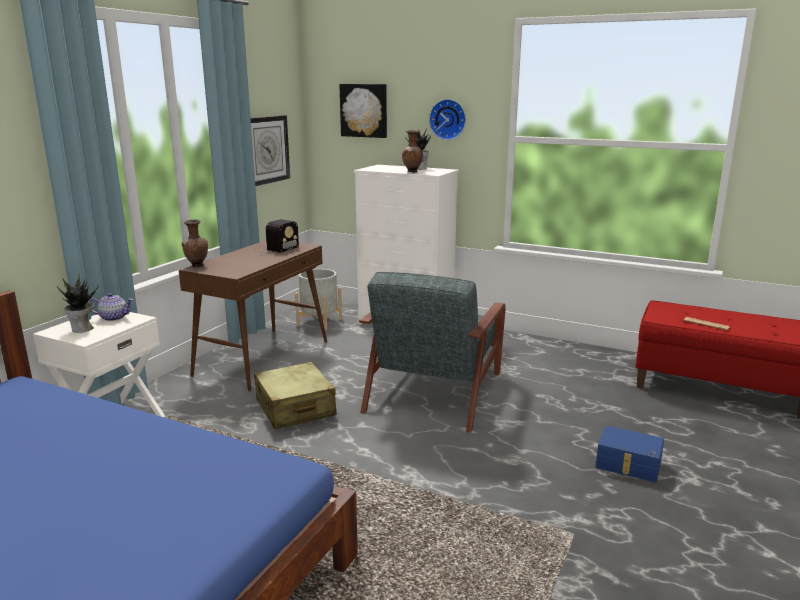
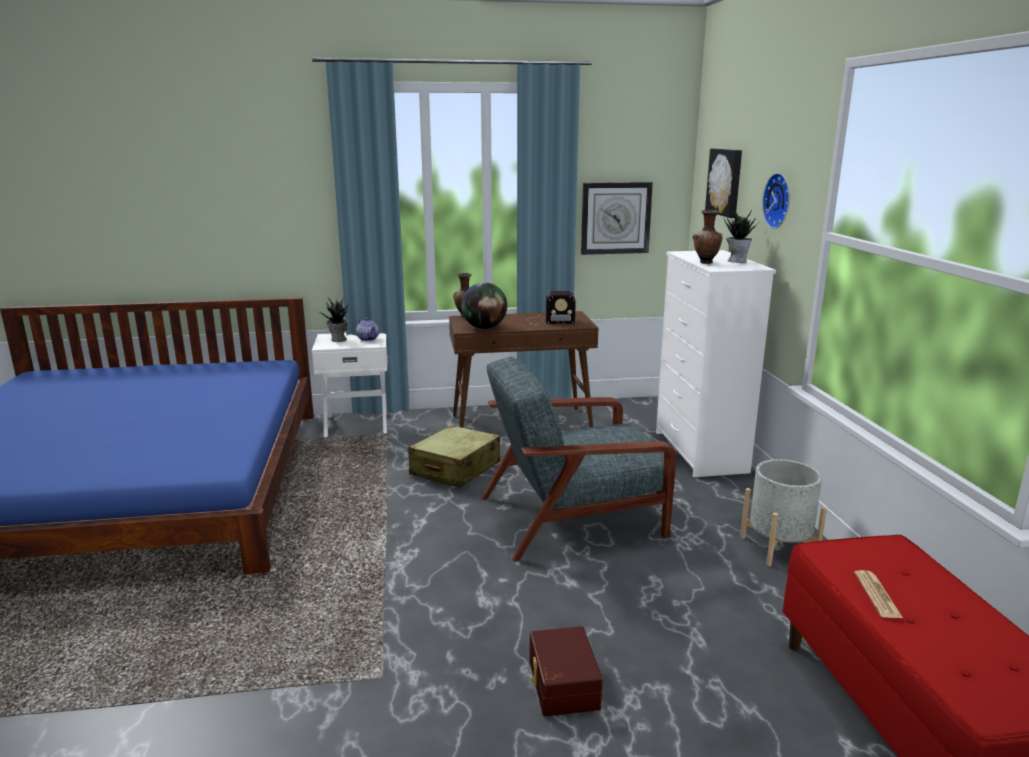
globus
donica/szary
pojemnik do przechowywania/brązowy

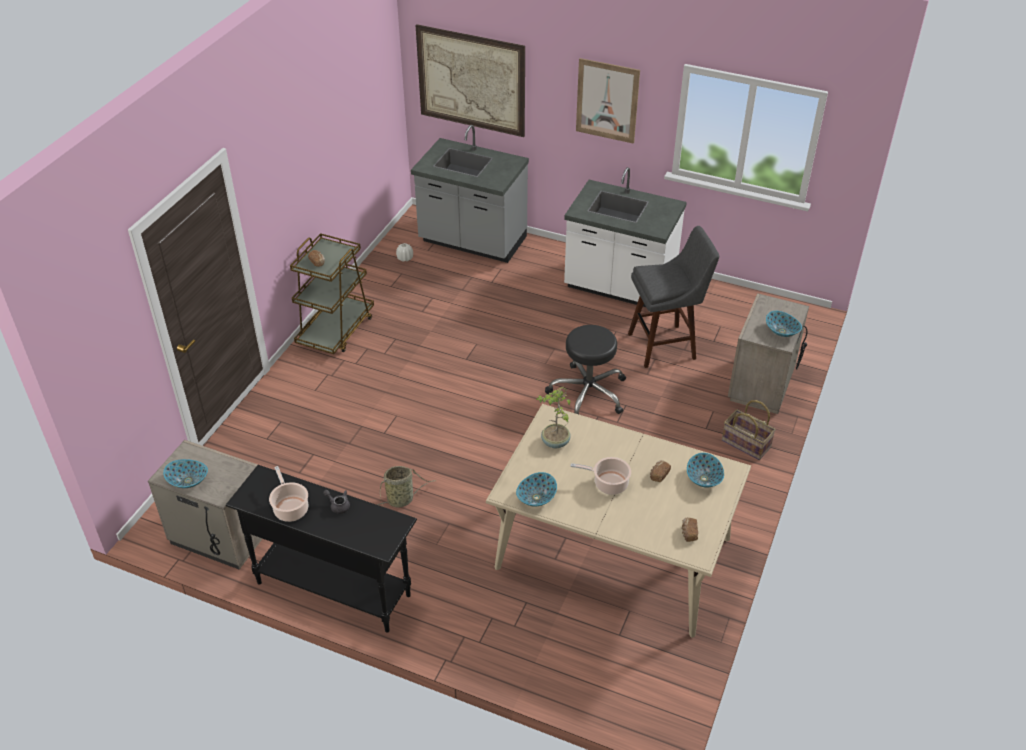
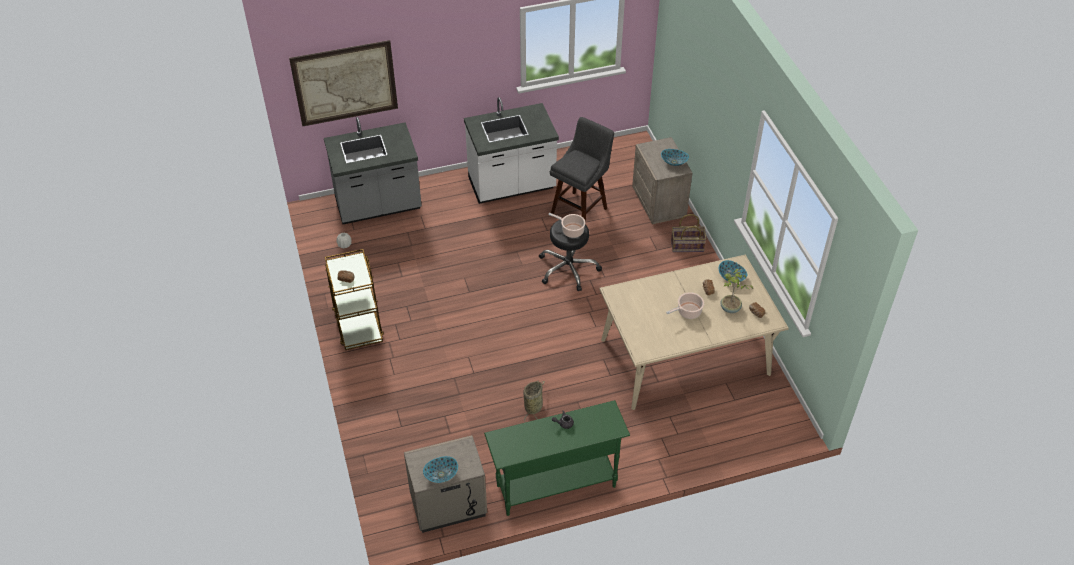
miska (2nd from left in the first image)
obraz (2nd from left in the first image)
garnek (1st from left)
roślina doniczkowa
stolik konsolowy/zielony

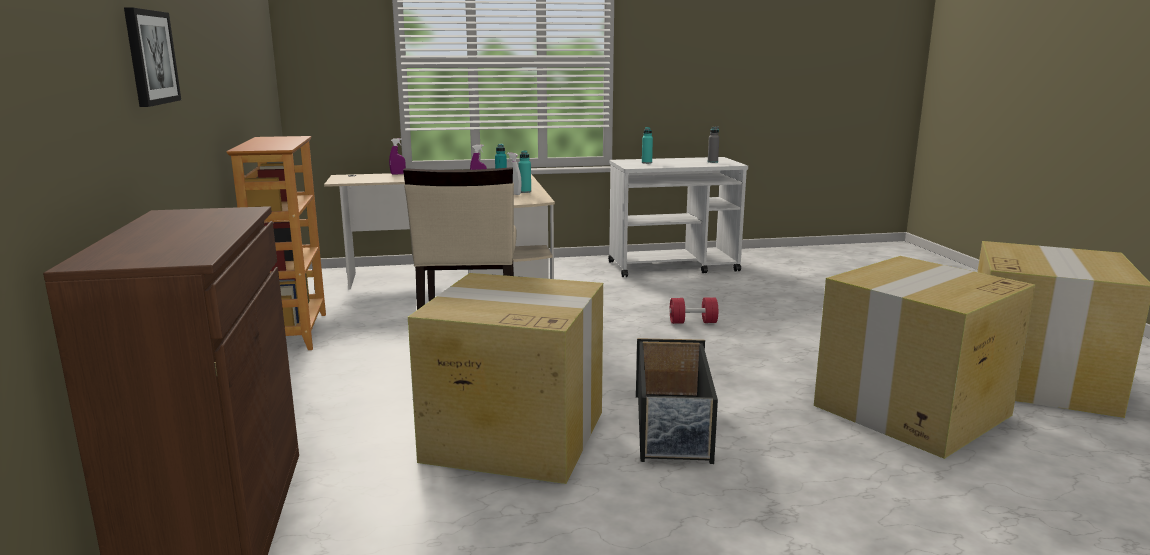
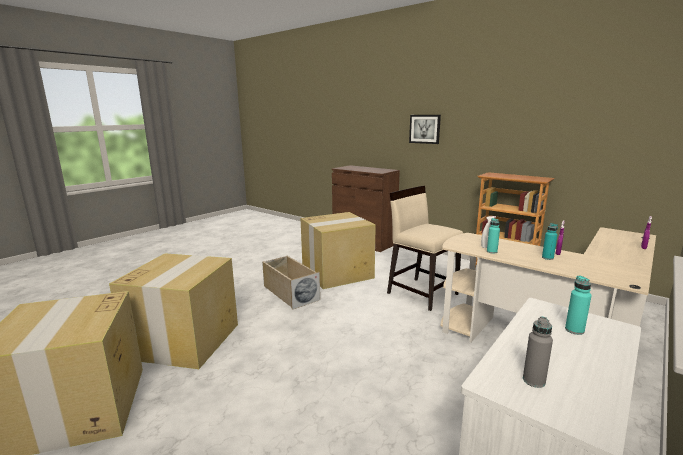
hantel/czerwony
pojemnik do przechowywania/beżowy

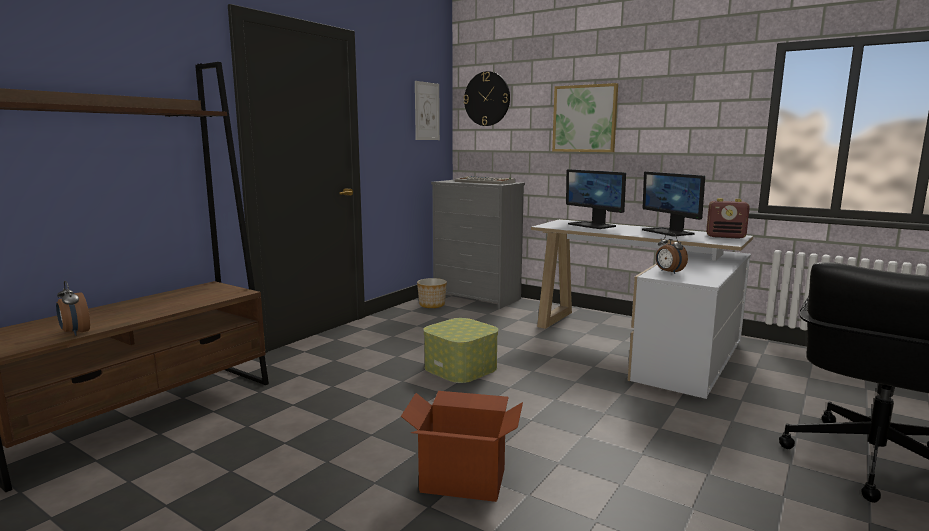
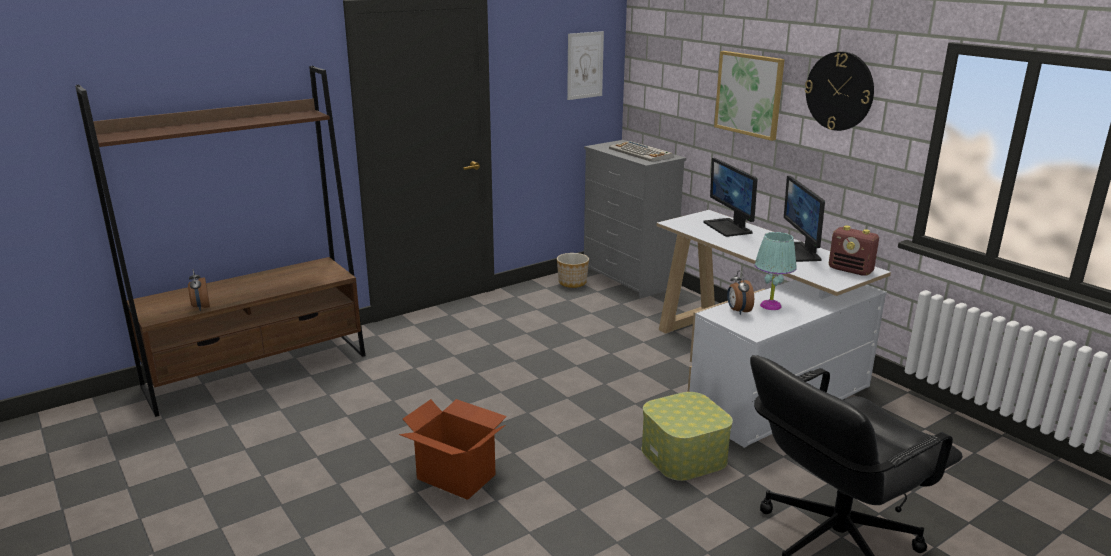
lampa stołowa/turkusowy
pojemnik do przechowywania
zegar ścienny

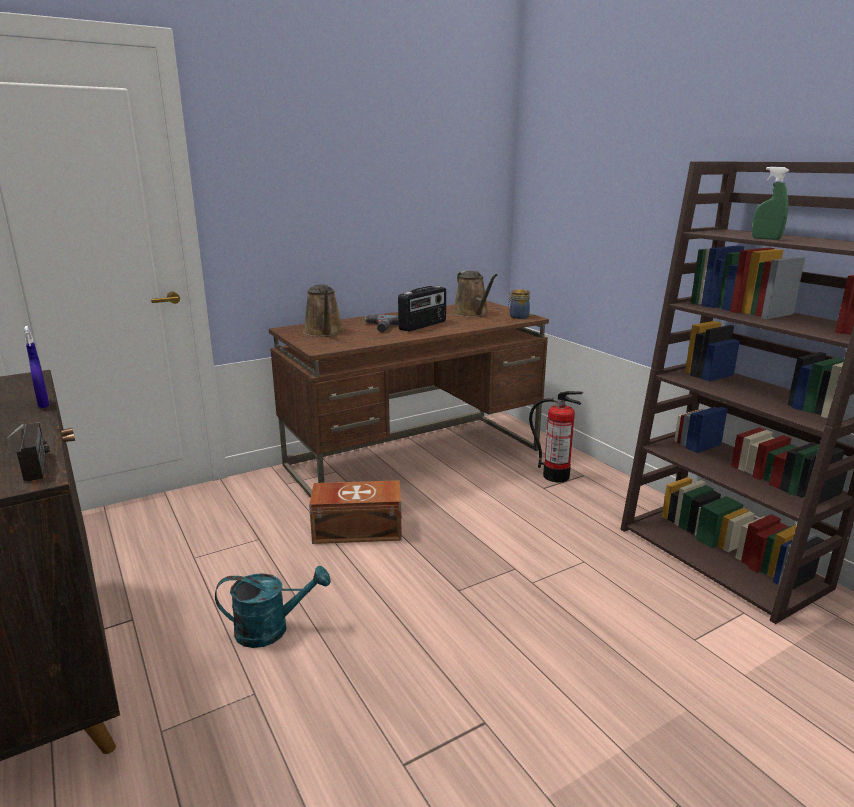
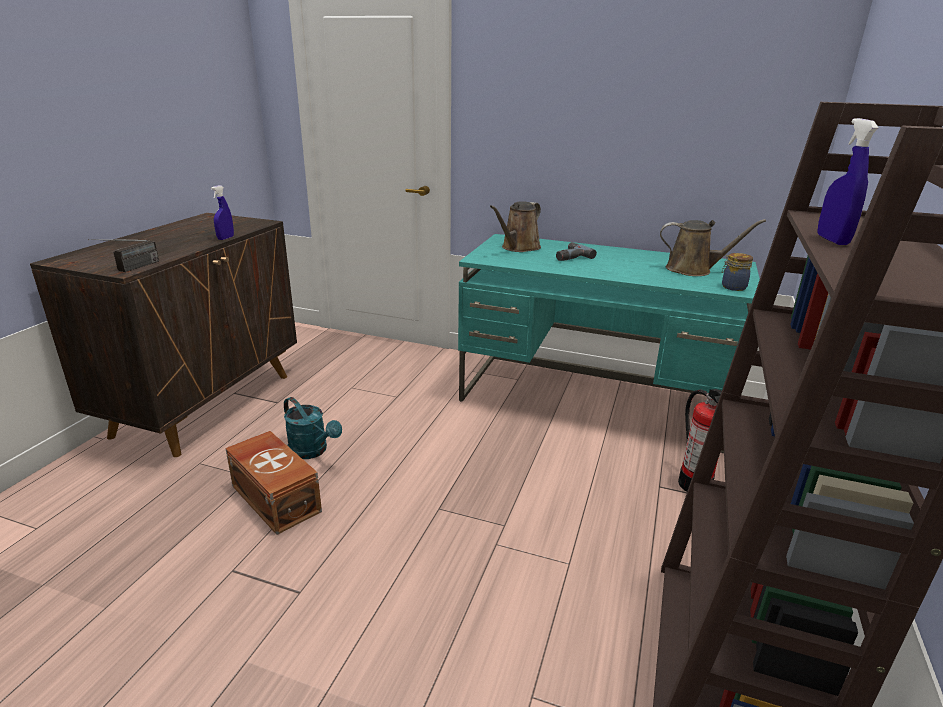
radio (2nd from left in the first image)
pojemnik do przechowywania/brązowy
biurko/turkusowy
spryskiwacz/niebieski (2nd from left)
konewka/brązowy (2nd from left)

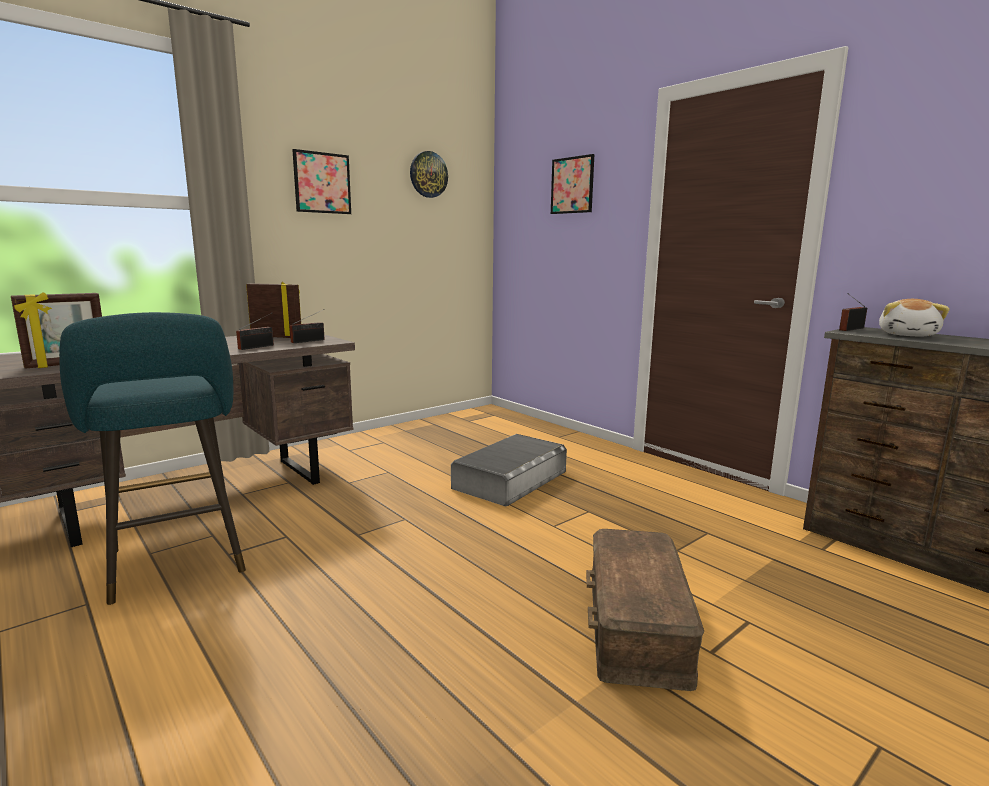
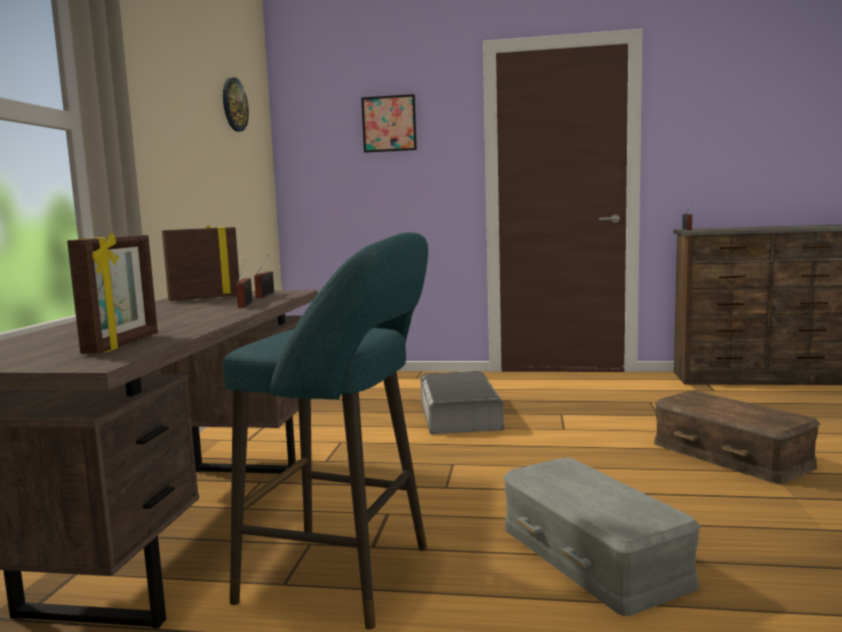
obraz (1st from left in the first image)
pluszak
pojemnik do przechowywania/szary (2nd from left)

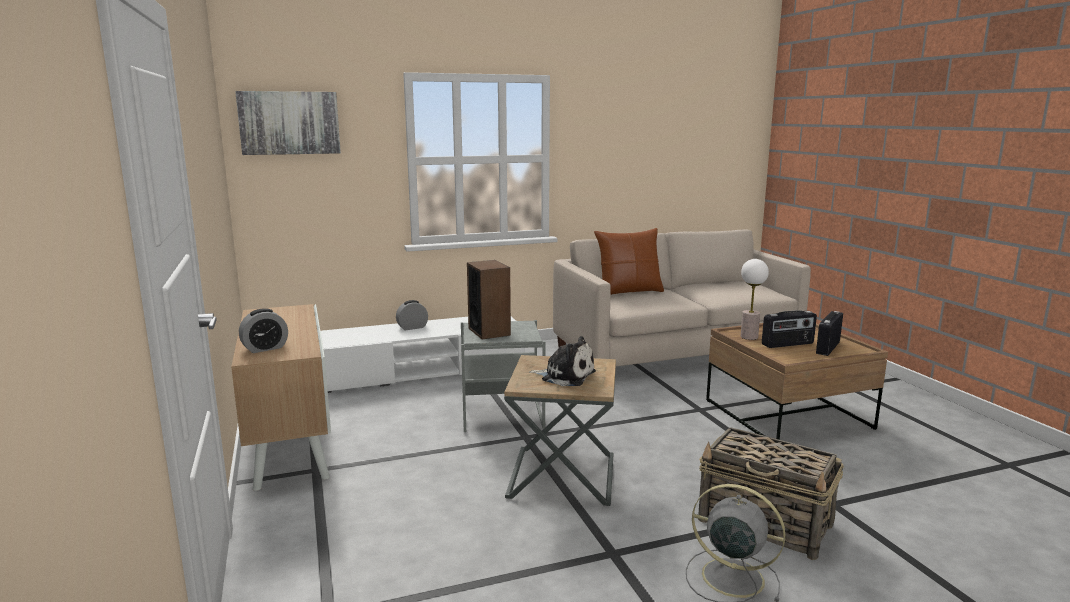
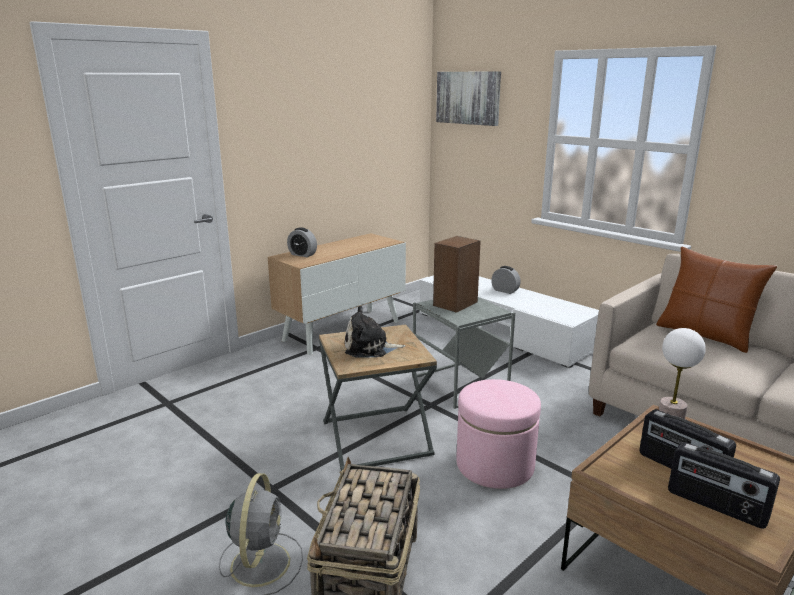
pufa/różowy
pluszak
radio (2nd from left)

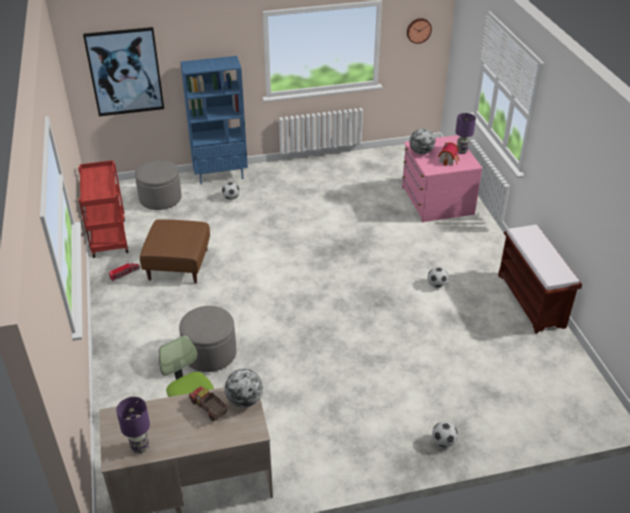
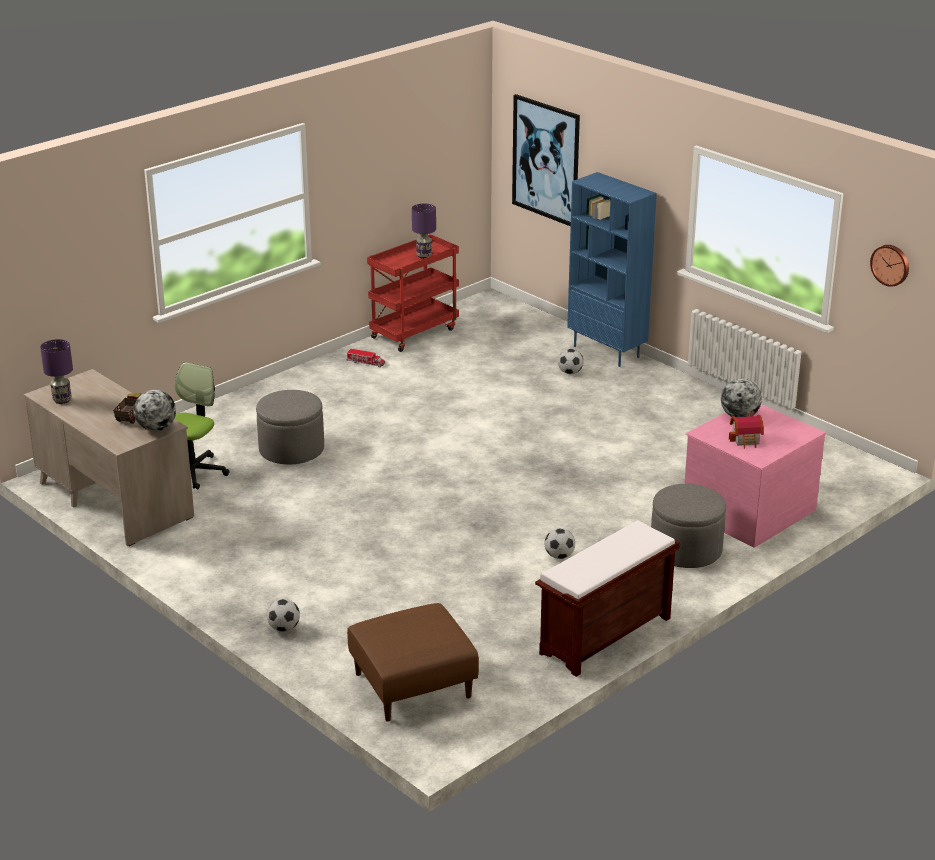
pufa/szary (2nd from left)
pufa/brązowy
lampa stołowa/fioletowy (2nd from left)

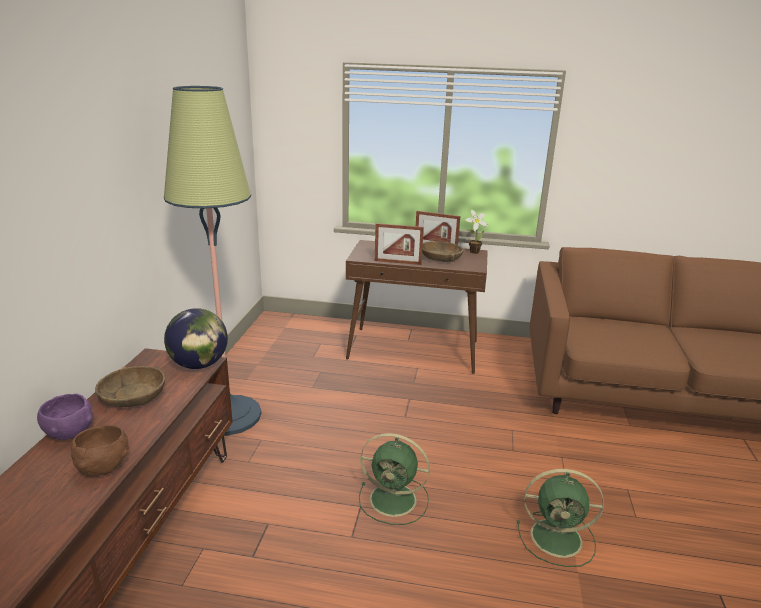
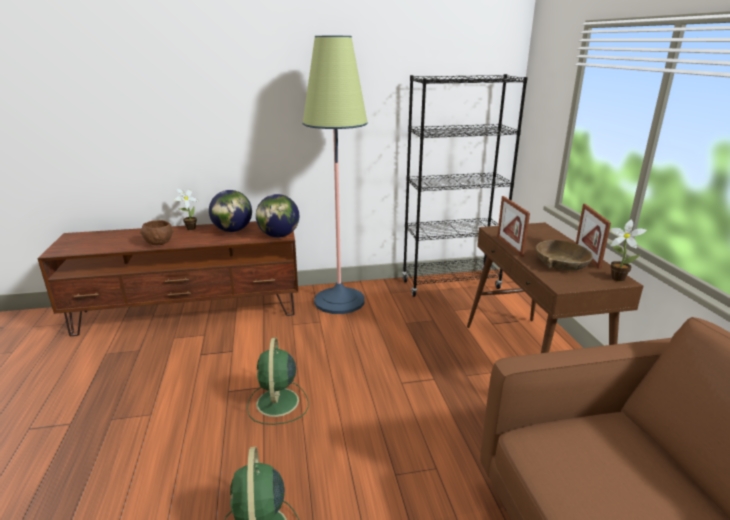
regał/czarny
roślina doniczkowa (1st from left)
globus (1st from left)

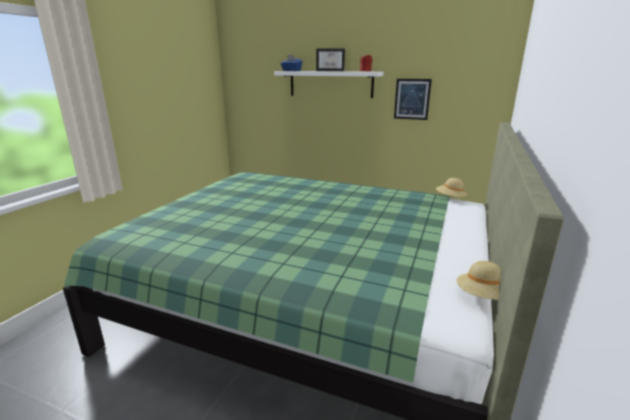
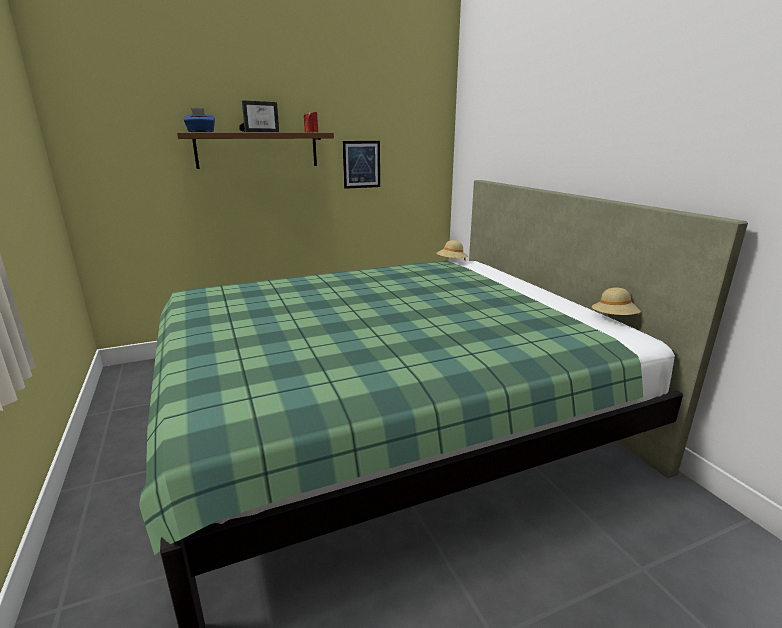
półka/brązowy

